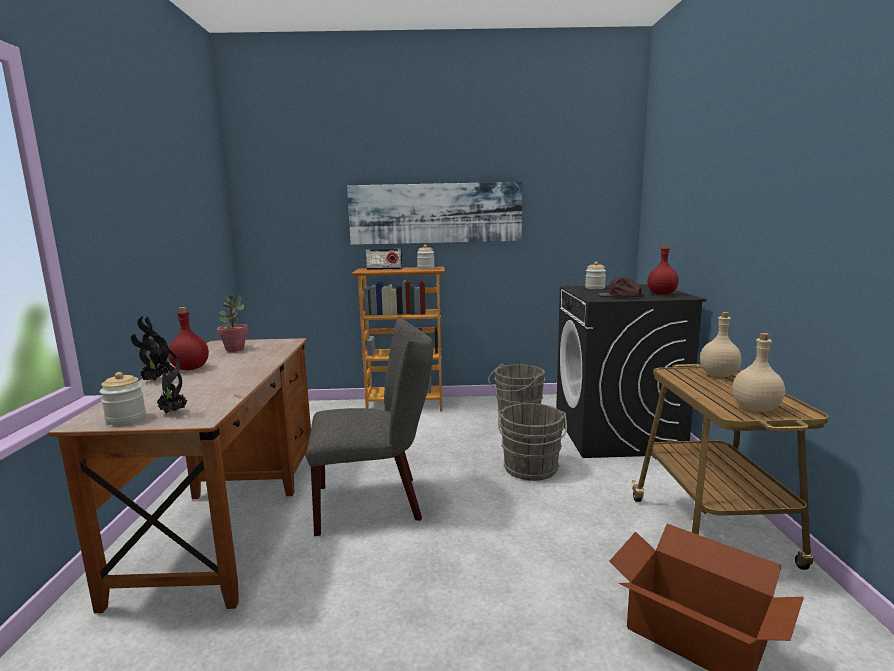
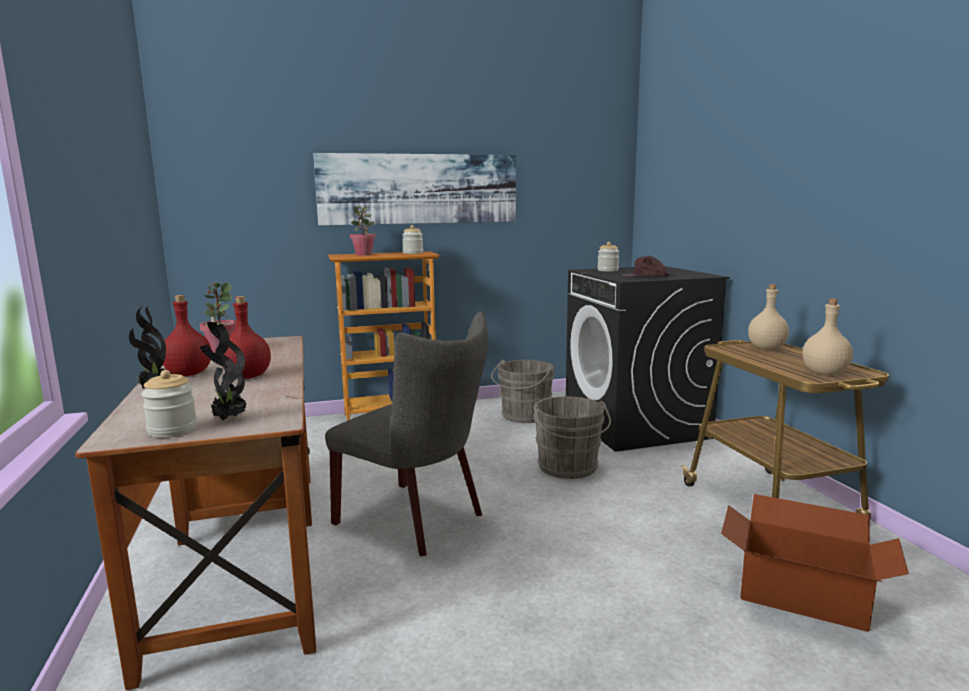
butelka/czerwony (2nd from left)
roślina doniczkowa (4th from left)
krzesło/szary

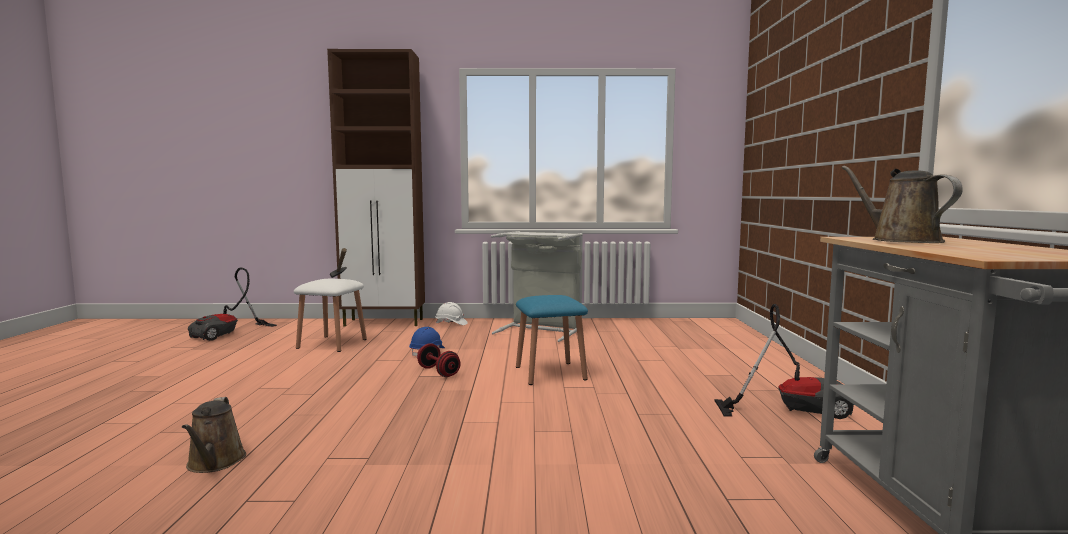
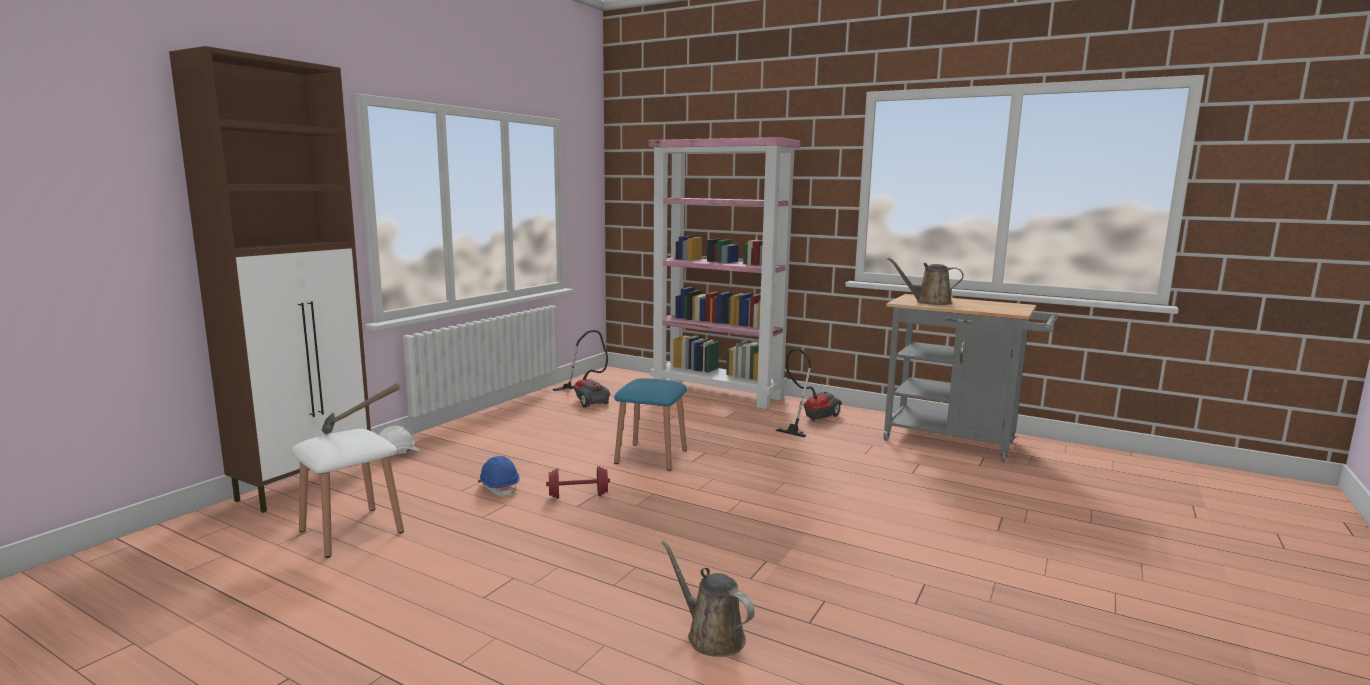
kosz na pranie/szary
regał/różowy
odkurzacz (1st from left)
konewka/brązowy (1st from left)

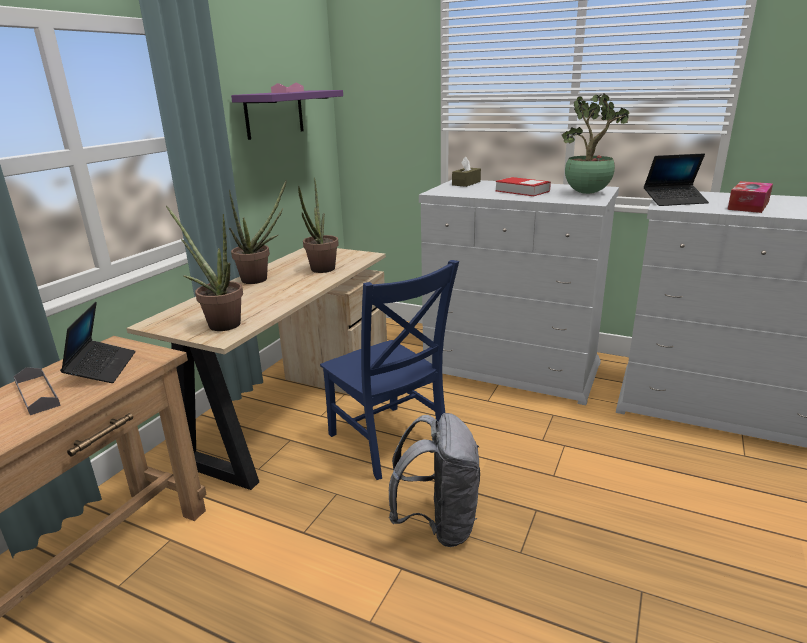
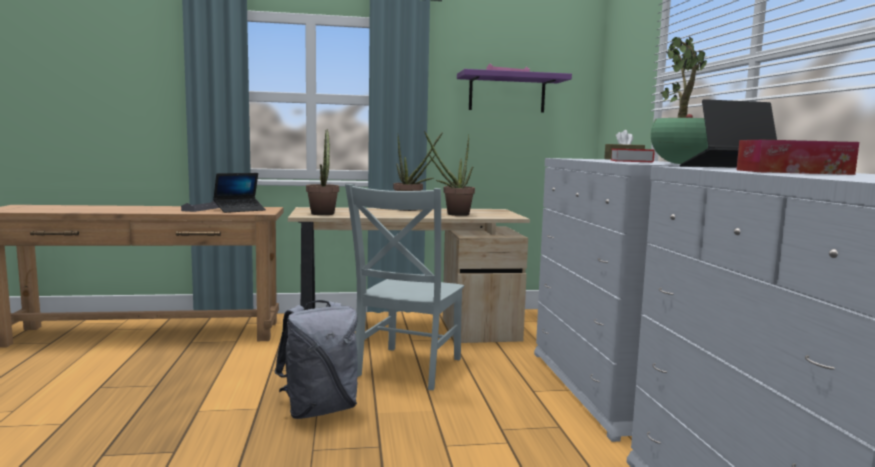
krzesło/szary
laptop (2nd from left)

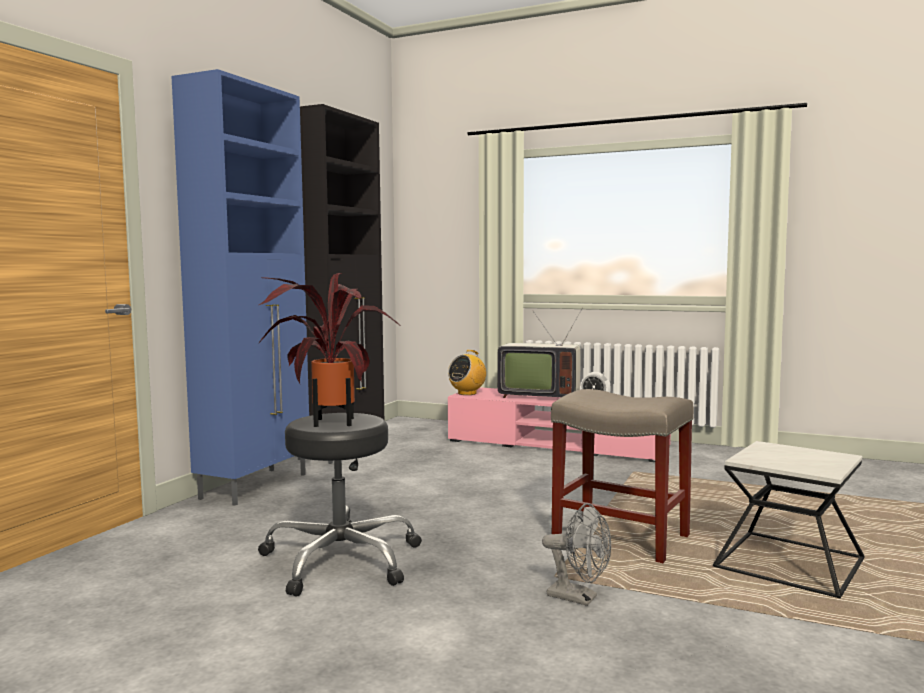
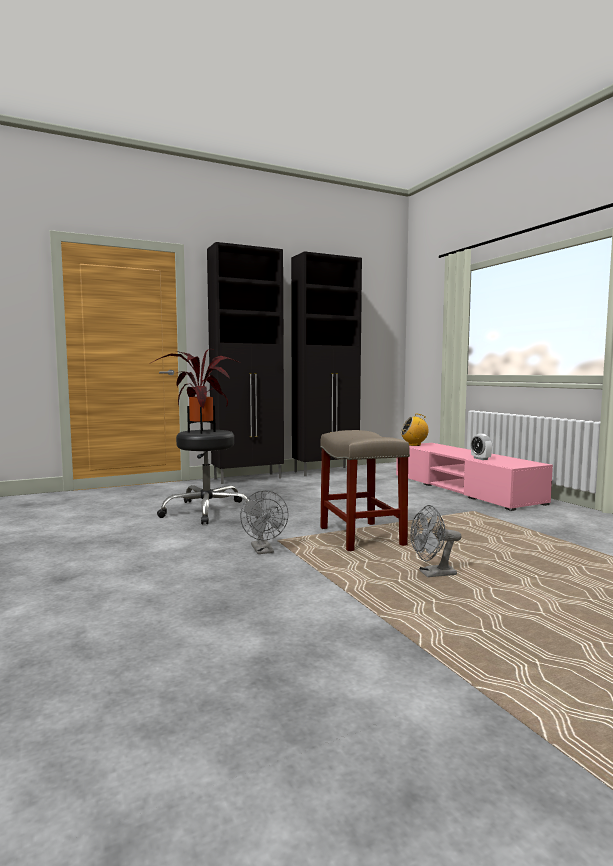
telewizor
wentylator/szary (2nd from left)
szafka/czarny (1st from left)

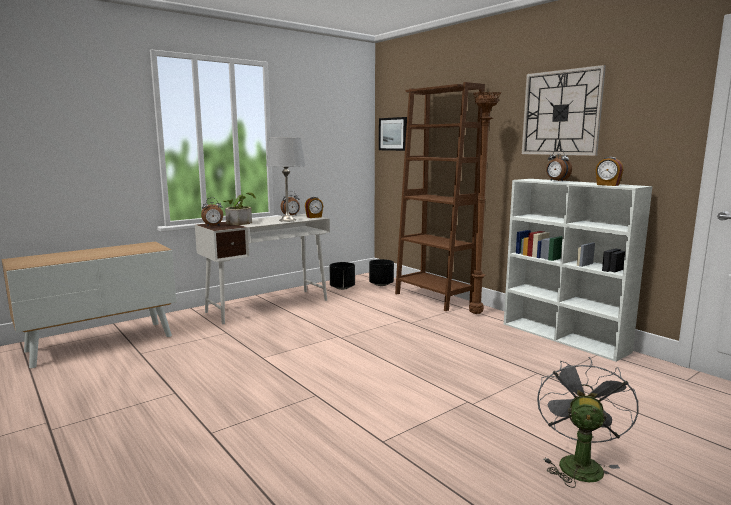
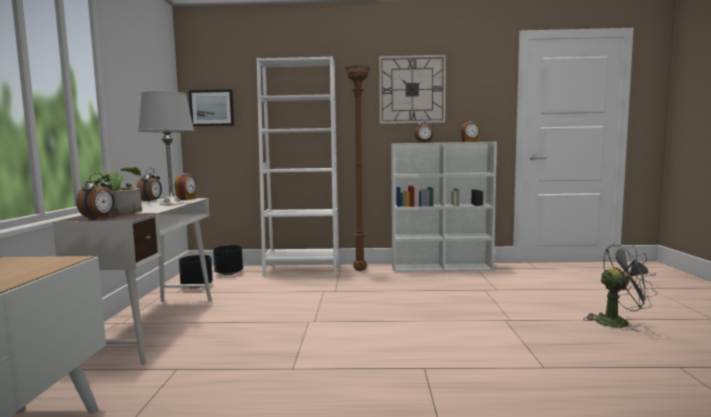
regał/biały (1st from left)
wentylator/szary

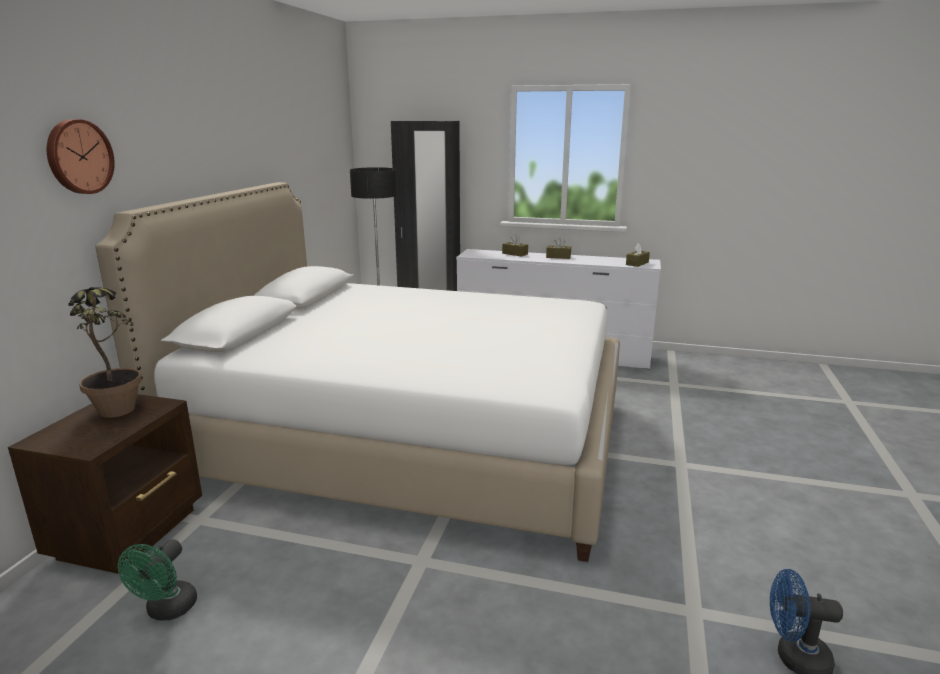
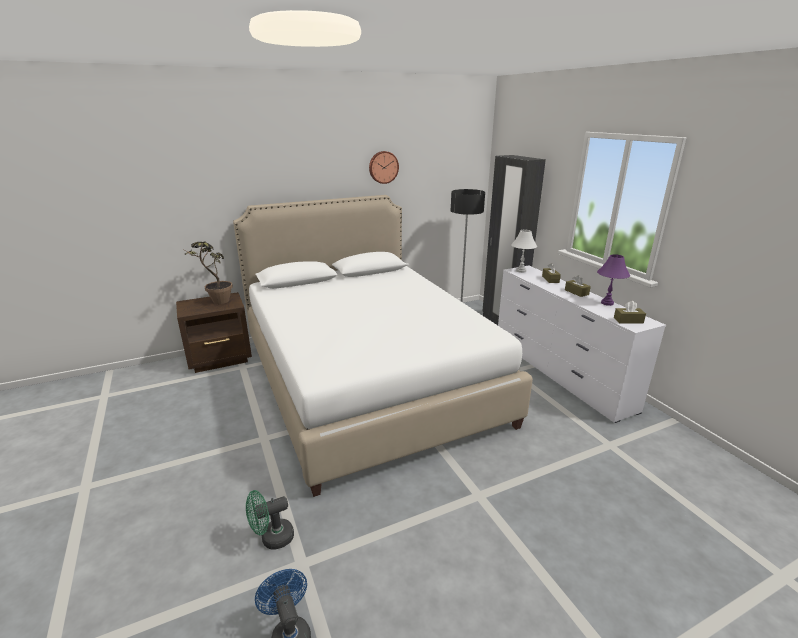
lampa stołowa/biały
lampa stołowa/fioletowy
zegar ścienny
wentylator/zielony

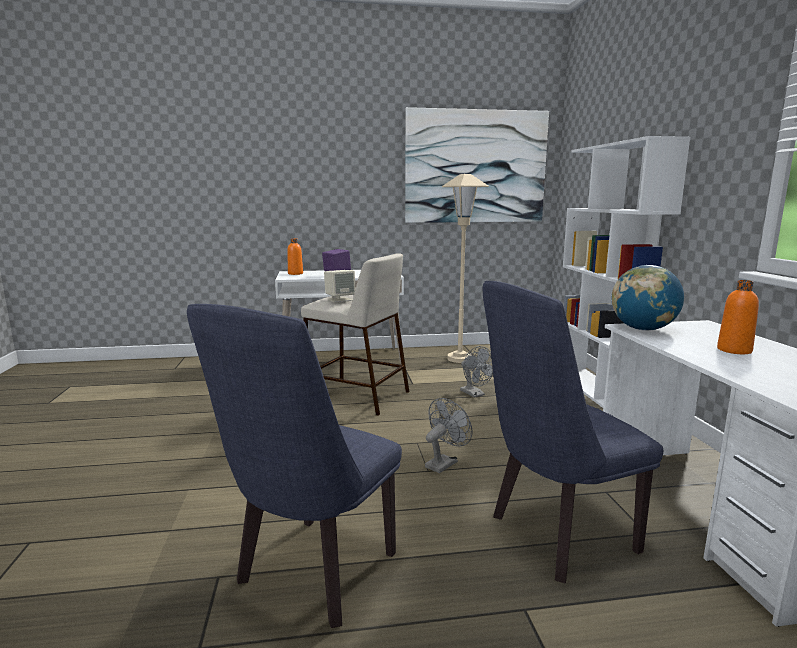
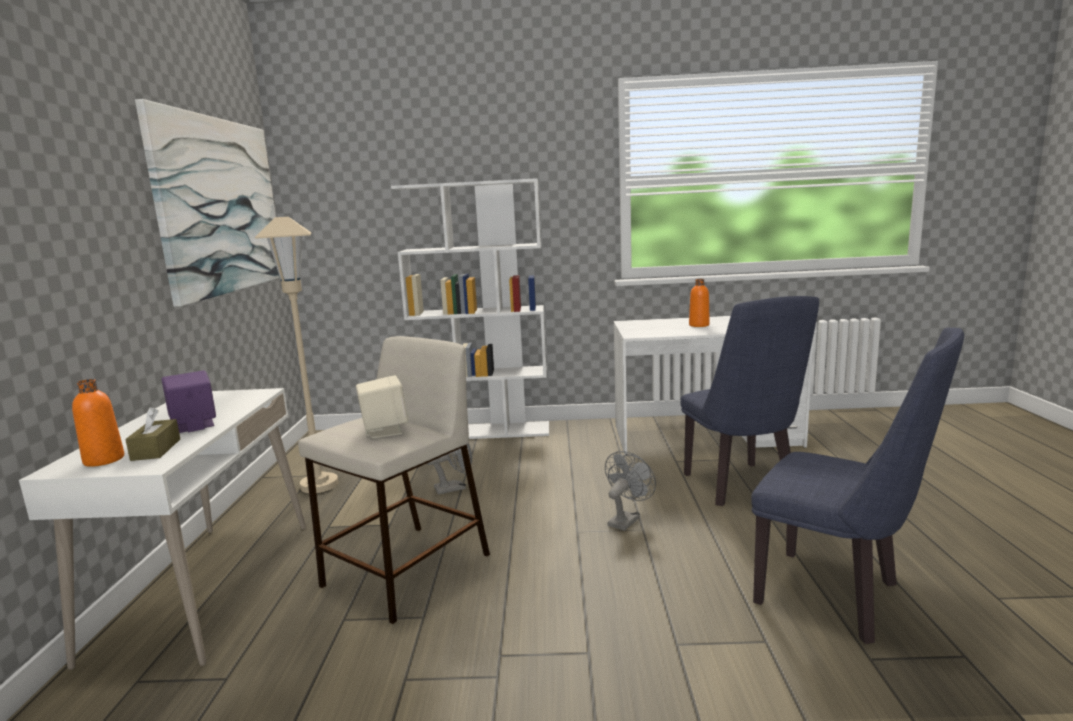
globus
pudełko chusteczek/brązowy
wentylator/szary (2nd from left)

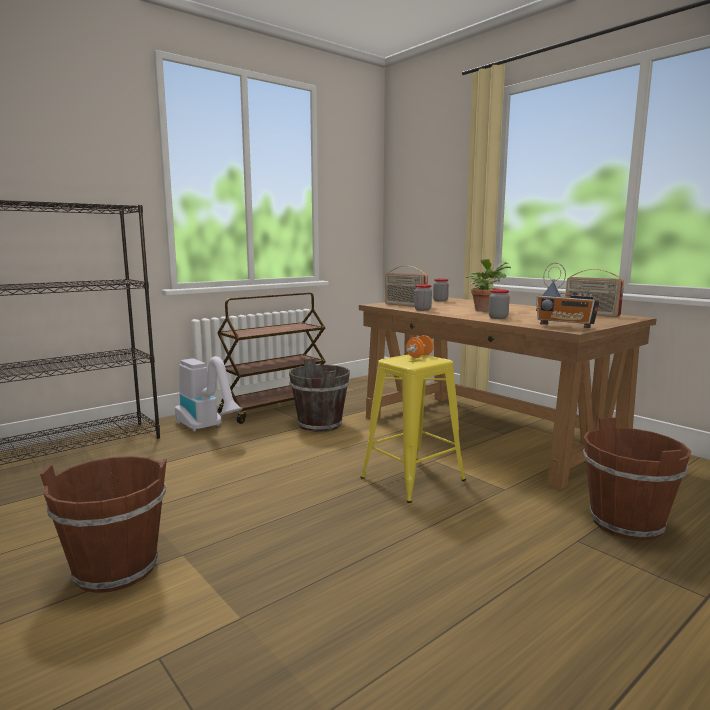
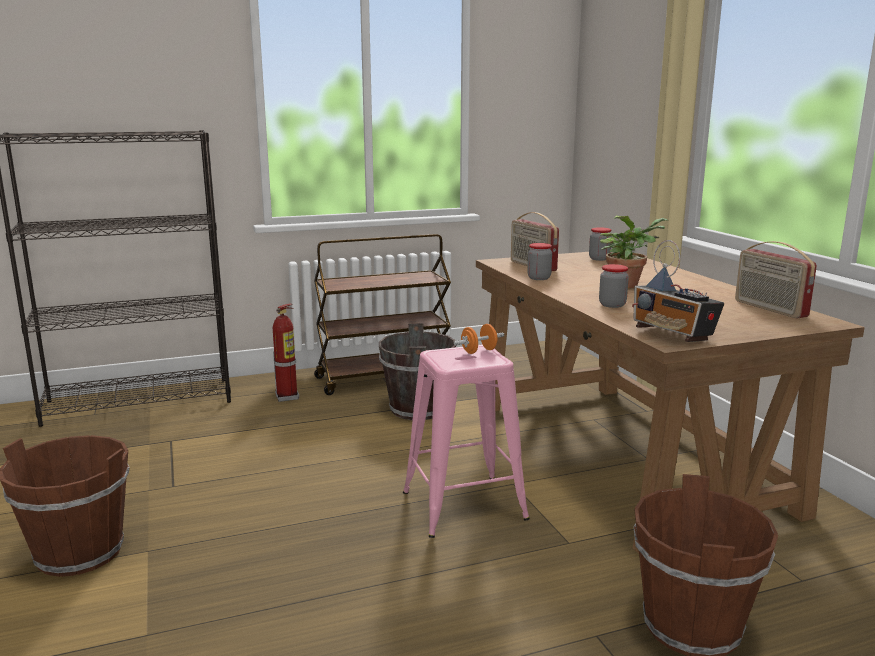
gaśnica
stołek/różowy

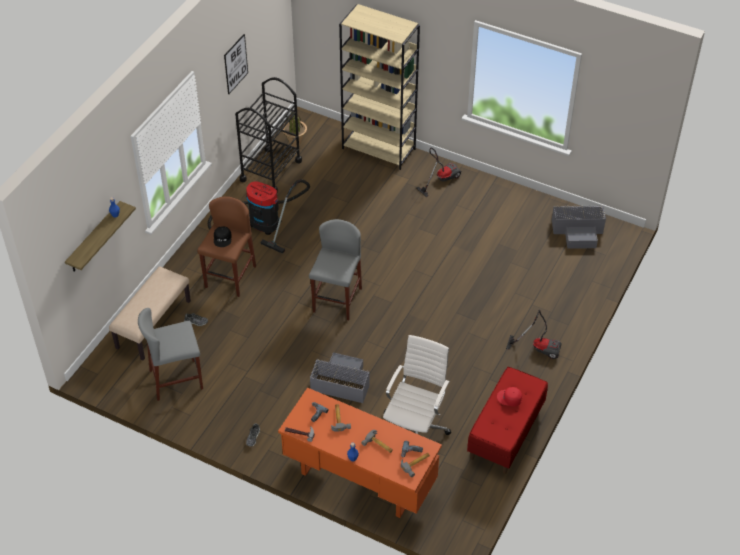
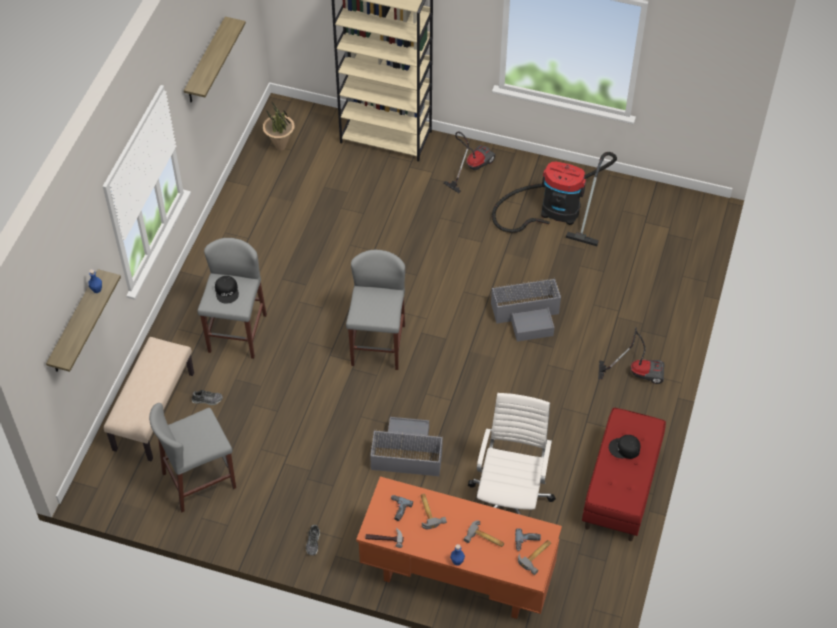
wózek/czarny
odkurzacz (2nd from left)
pojemnik do przechowywania/szary (2nd from left)
półka (2nd from left)
stołek/szary (2nd from left)
czapka z daszkiem/czarny (2nd from left)

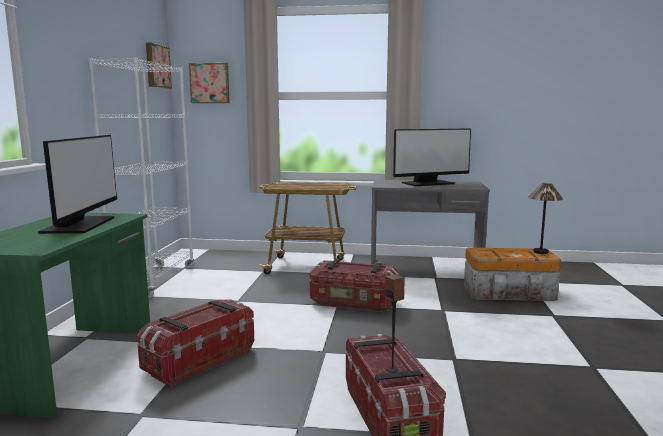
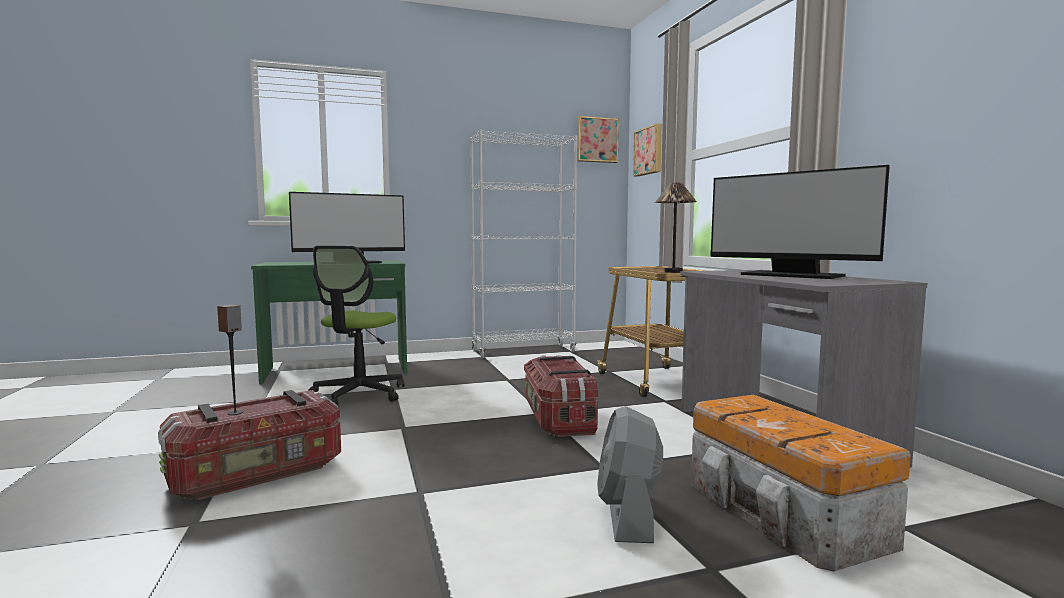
wentylator/szary
lampa stołowa
krzesło biurowe

